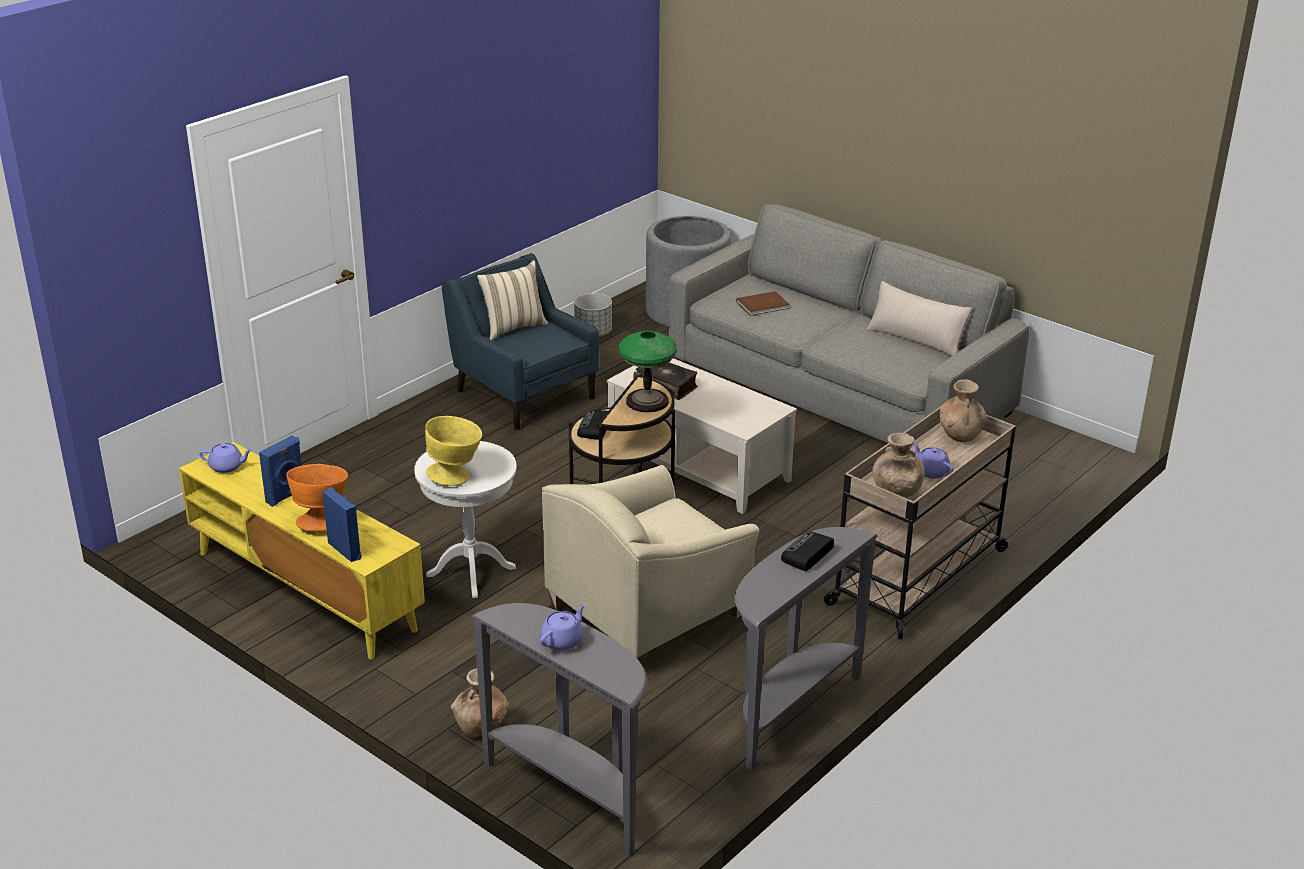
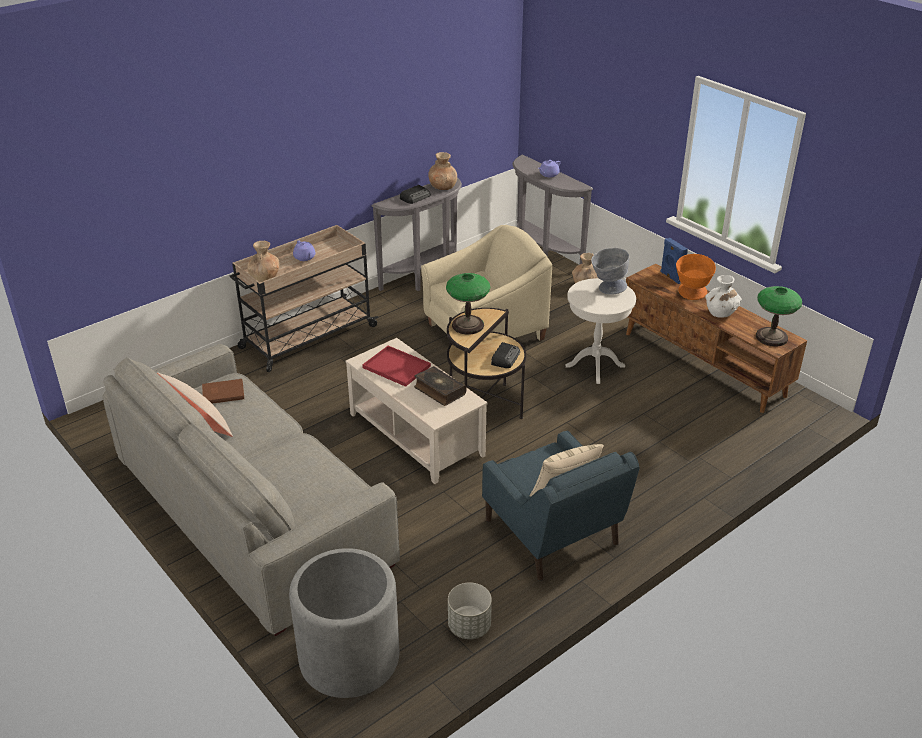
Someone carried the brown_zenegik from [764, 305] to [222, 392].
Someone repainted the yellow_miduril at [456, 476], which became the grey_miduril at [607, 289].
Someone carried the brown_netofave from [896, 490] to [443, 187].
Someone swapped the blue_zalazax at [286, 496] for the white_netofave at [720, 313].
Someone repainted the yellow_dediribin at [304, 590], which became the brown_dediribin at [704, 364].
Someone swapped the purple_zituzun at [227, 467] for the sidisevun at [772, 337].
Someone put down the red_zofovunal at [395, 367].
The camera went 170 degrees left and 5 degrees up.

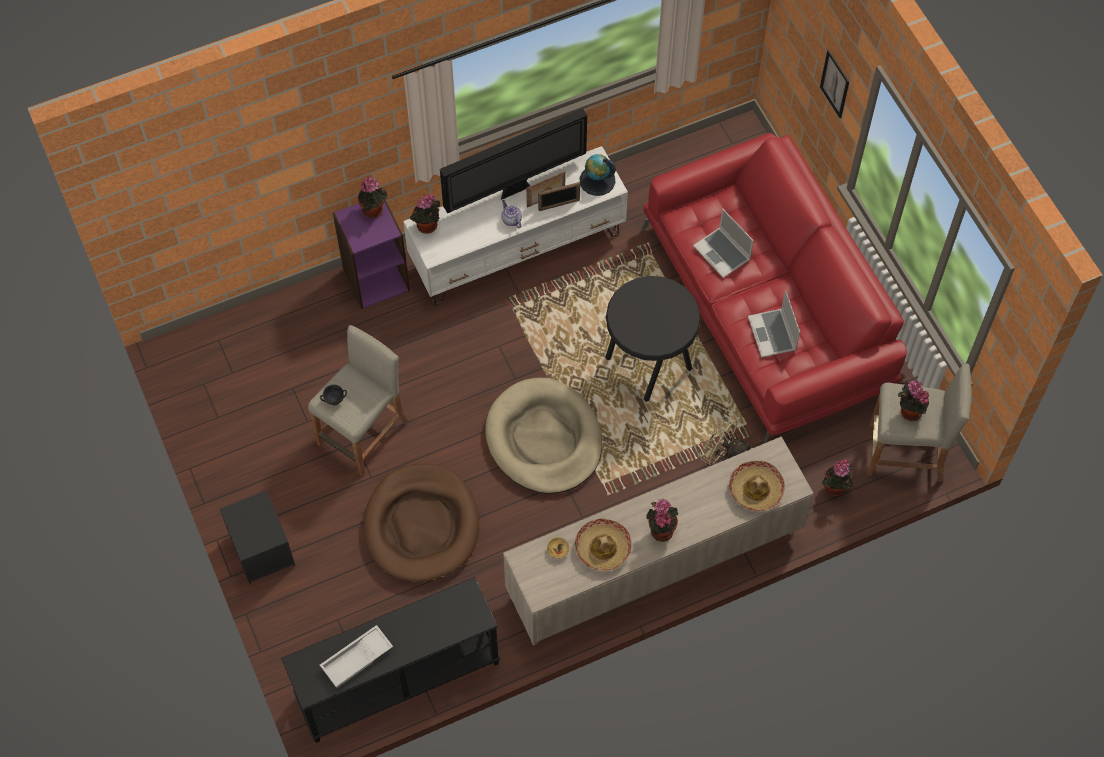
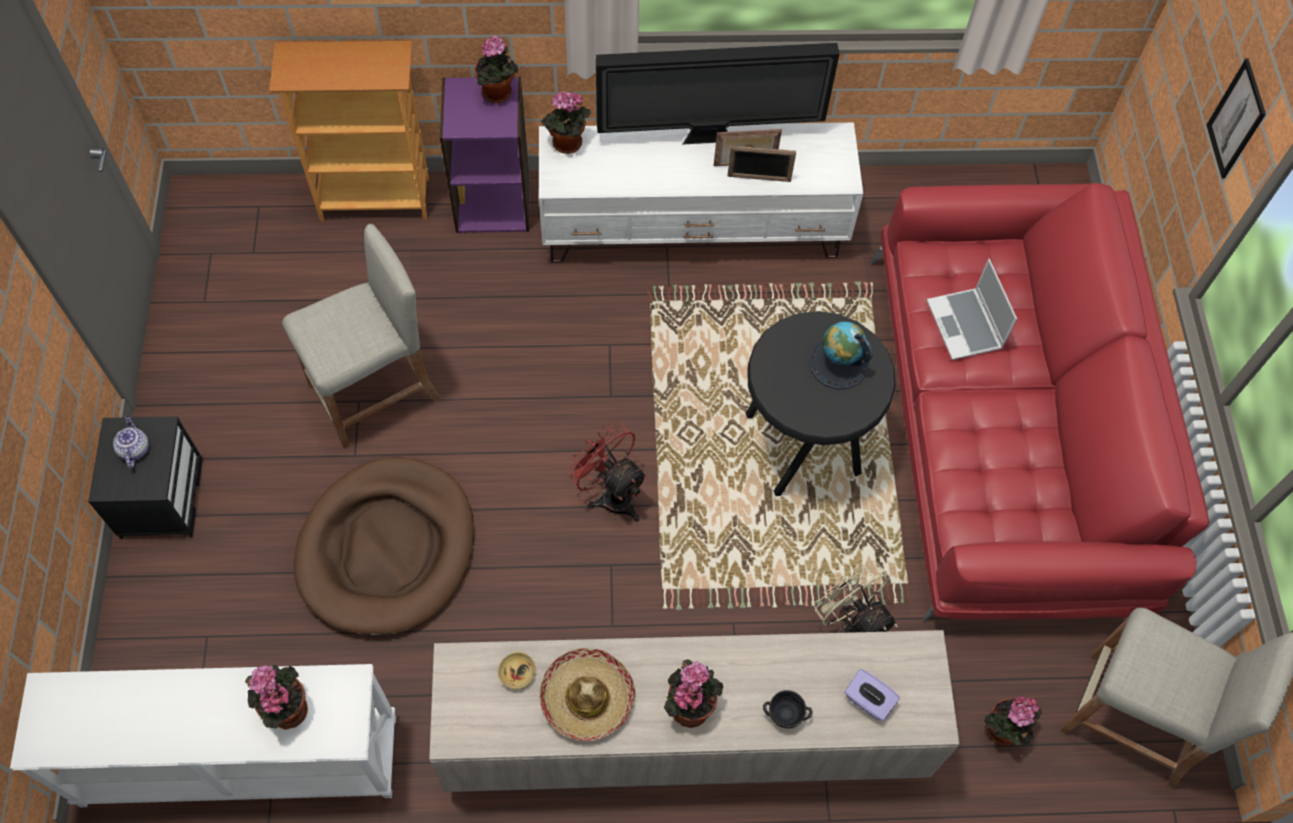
Someone carried the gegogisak from [597, 180] to [838, 363].
Someone carried the zituzun from [511, 220] to [134, 449].
Someone took away the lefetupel at [773, 334].
Someone swapped the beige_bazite at [544, 439] for the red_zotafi at [611, 493].
Someone carried the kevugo from [908, 411] to [285, 708].
Someone carried the black_miduril from [335, 400] to [785, 715].
Someone swapped the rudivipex at [756, 489] for the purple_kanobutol at [868, 700].
Someone repainted the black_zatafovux at [398, 681], which became the white_zatafovux at [239, 763].
Someone took away the white_zofovunal at [357, 660].
Someone put down the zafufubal at [375, 198].
The camera went 20 degrees right and 0 degrees up.

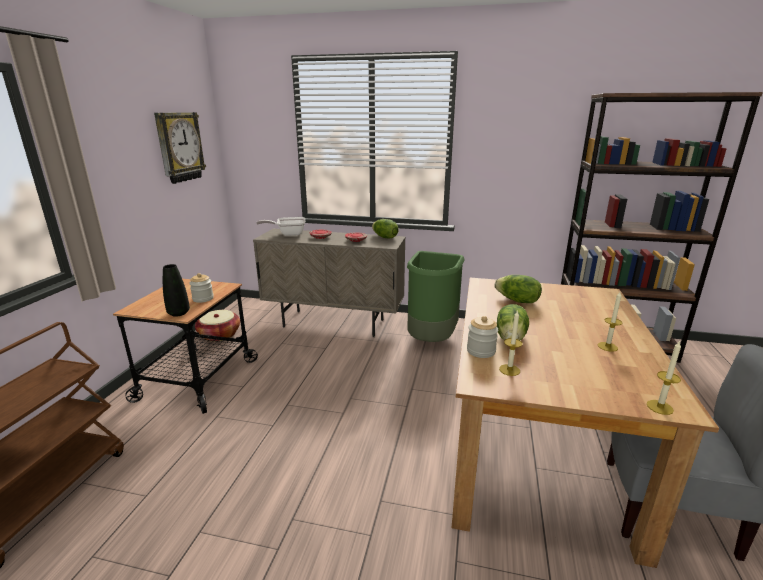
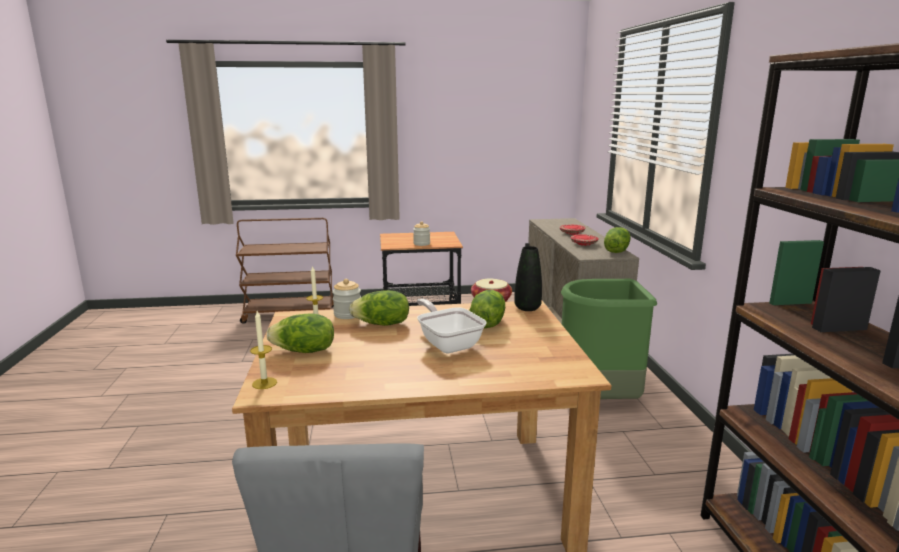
Someone took away the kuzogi at [179, 147].
Someone carried the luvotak from [288, 234] to [448, 343].
Someone carried the black_netofave from [178, 313] to [527, 308].
Someone took away the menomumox at [607, 346].
Someone put down the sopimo at [304, 351].
The camera went 70 degrees right and 5 degrees down.

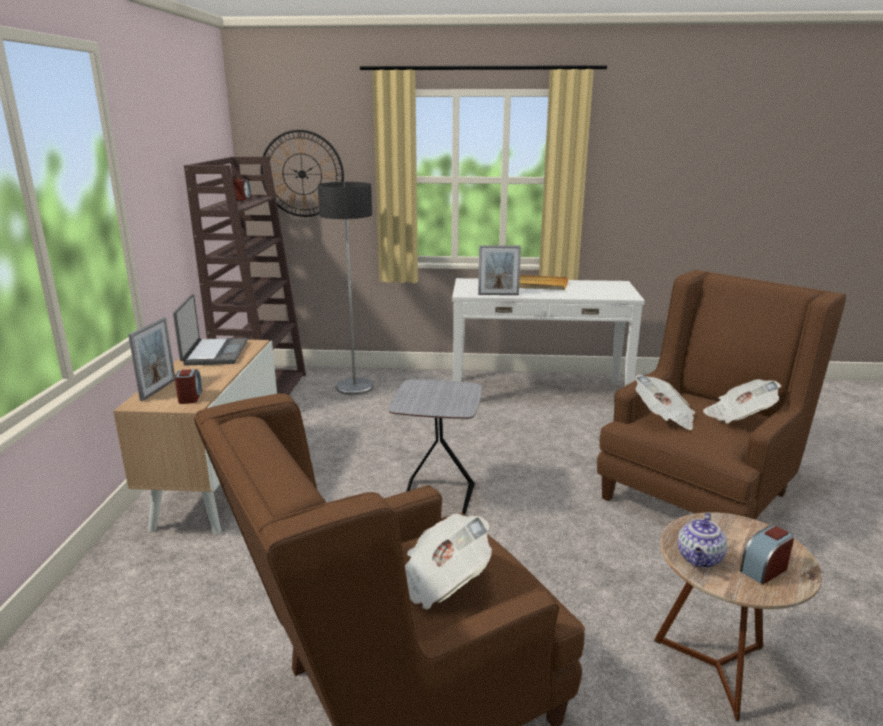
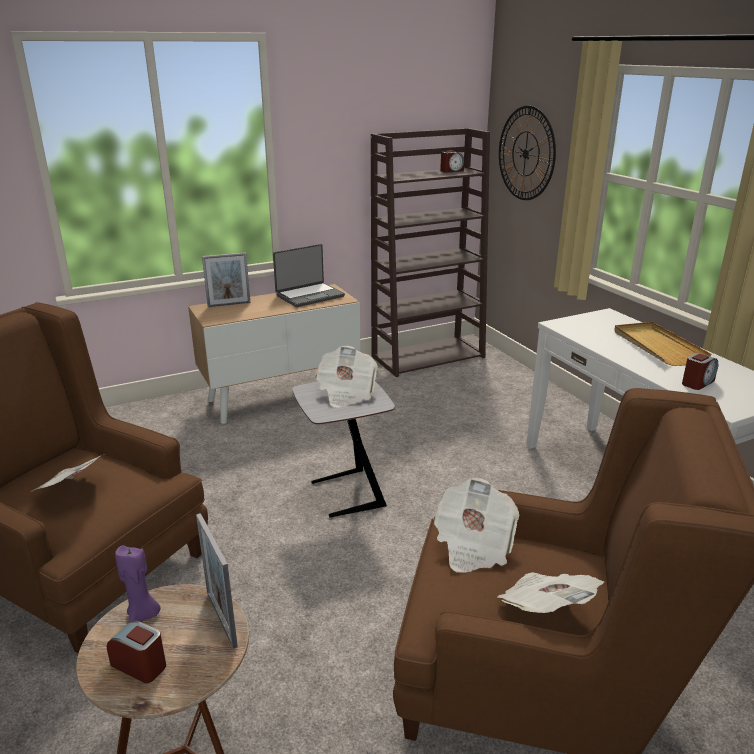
Someone took away the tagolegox at [354, 387].
Someone carried the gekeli from [498, 294] to [221, 619].
Someone carried the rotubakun from [190, 397] to [697, 383].
Someone swapped the zituzun at [700, 559] for the purple_menomumox at [143, 615].
Someone put down the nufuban at [346, 392].
The camera went 60 degrees right and 5 degrees up.

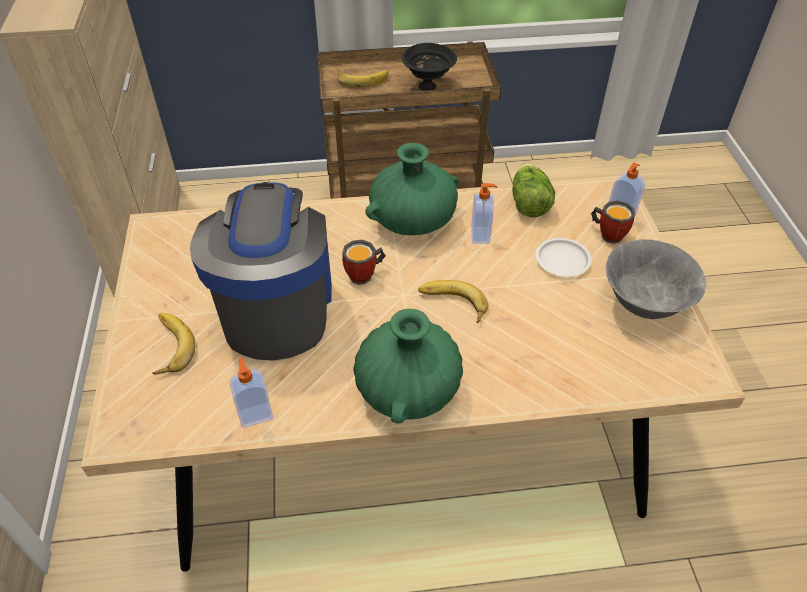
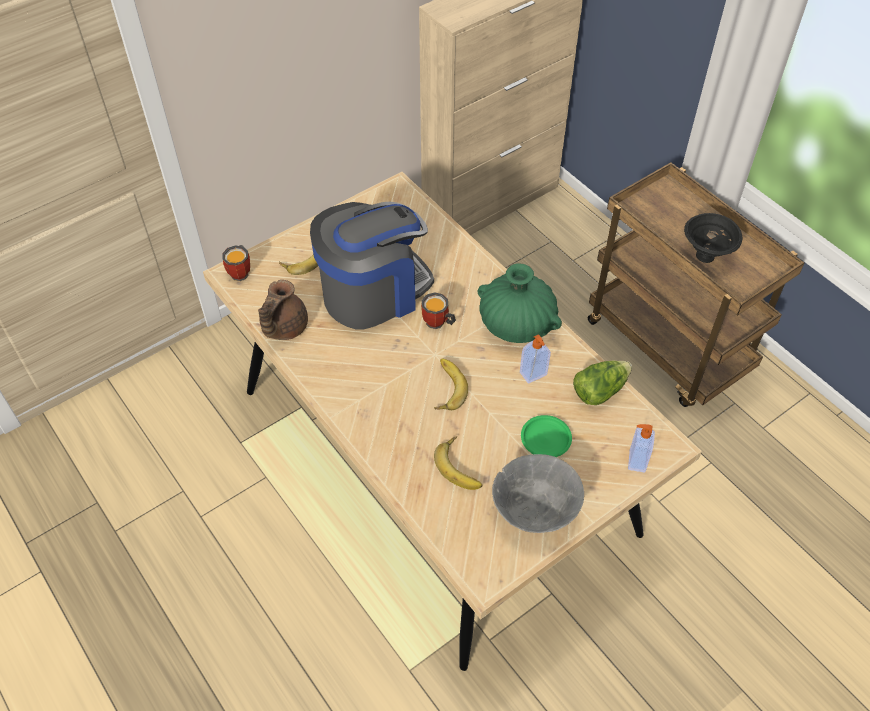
Someone carried the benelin from [362, 78] to [461, 466].
Someone carried the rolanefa from [608, 233] to [242, 272].
Someone repainted the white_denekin at [563, 260], which became the green_denekin at [546, 439].
Someone took away the green_netofave at [408, 389].
Someone swapped the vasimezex at [255, 414] for the brown_zituzun at [283, 328].
The camera went 60 degrees right and 5 degrees up.

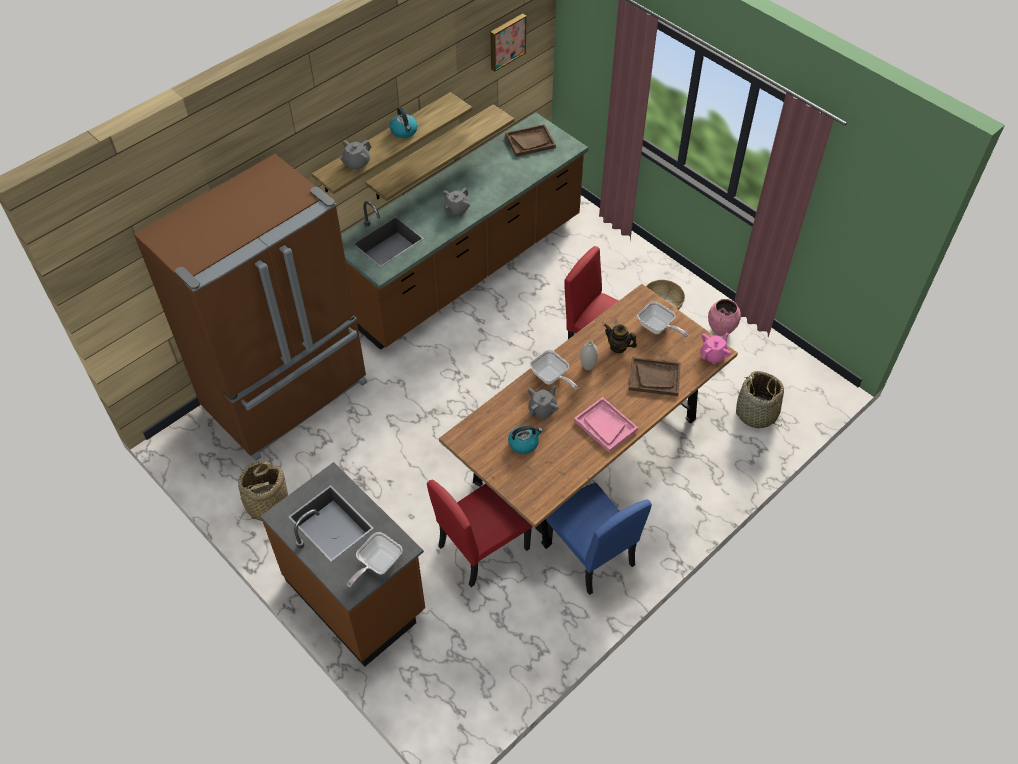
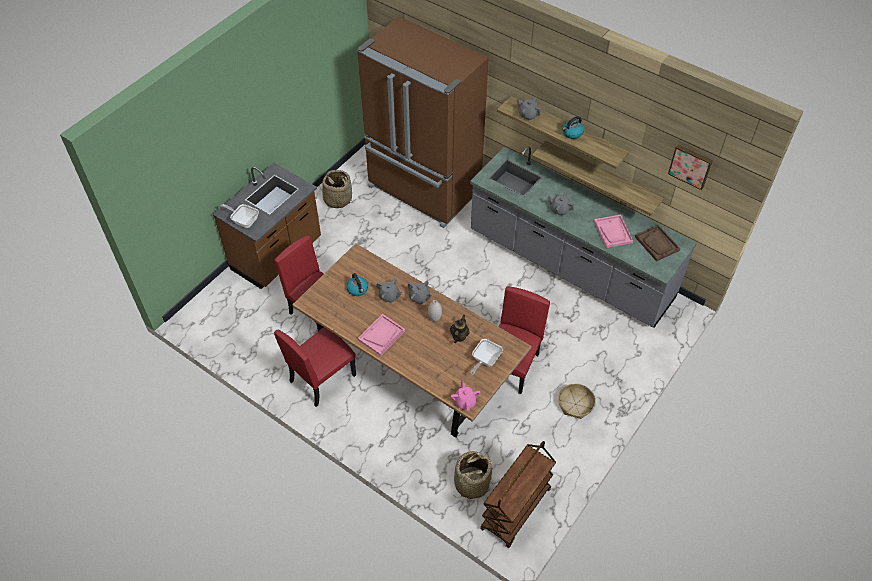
Someone repainted the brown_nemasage at [466, 268], which became the grey_nemasage at [570, 266].
Someone took away the pink_netofave at [721, 330].
Someone rotated the pink_zituzun at [713, 355] by 135 degrees counterclockwise.
Someone swapped the luvotak at [551, 378] for the grey_zituzun at [419, 298].
Someone took away the brown_zofovunal at [654, 377].
Someone repainted the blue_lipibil at [589, 553], which became the red_lipibil at [322, 378].
Someone put down the pink_zofovunal at [613, 232].
Someone put down the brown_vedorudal at [516, 510].
The camera went 80 degrees right and 0 degrees up.

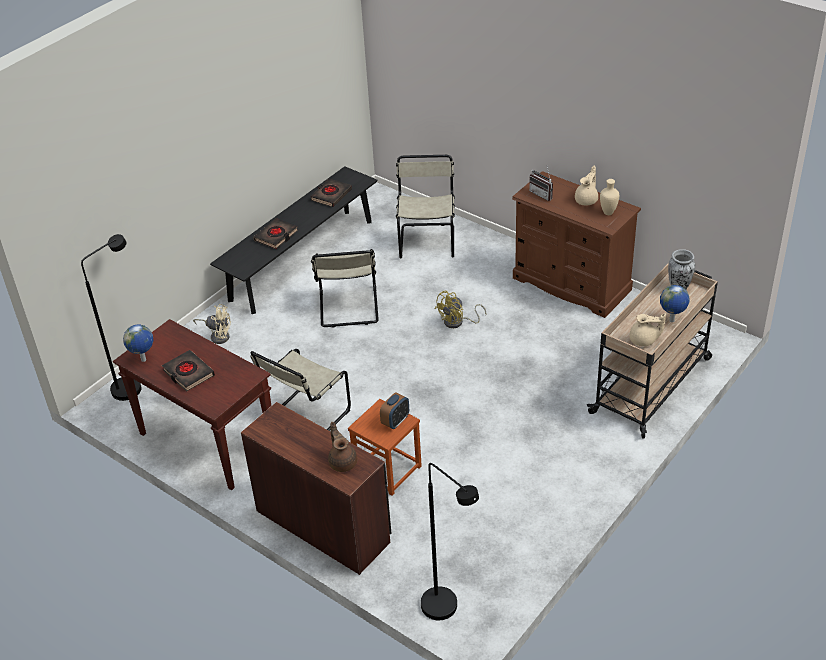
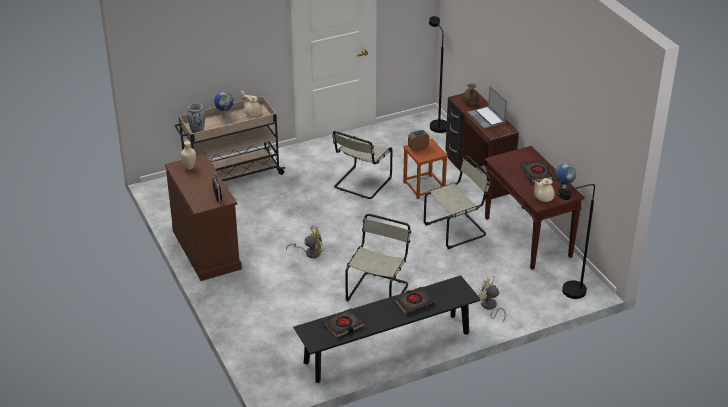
Someone carried the beige_lipibil from [427, 240] to [361, 184].
Someone carried the beige_zituzun from [587, 200] to [543, 198].
Someone put down the lefetupel at [487, 118].
The camera went 155 degrees left and 5 degrees down.

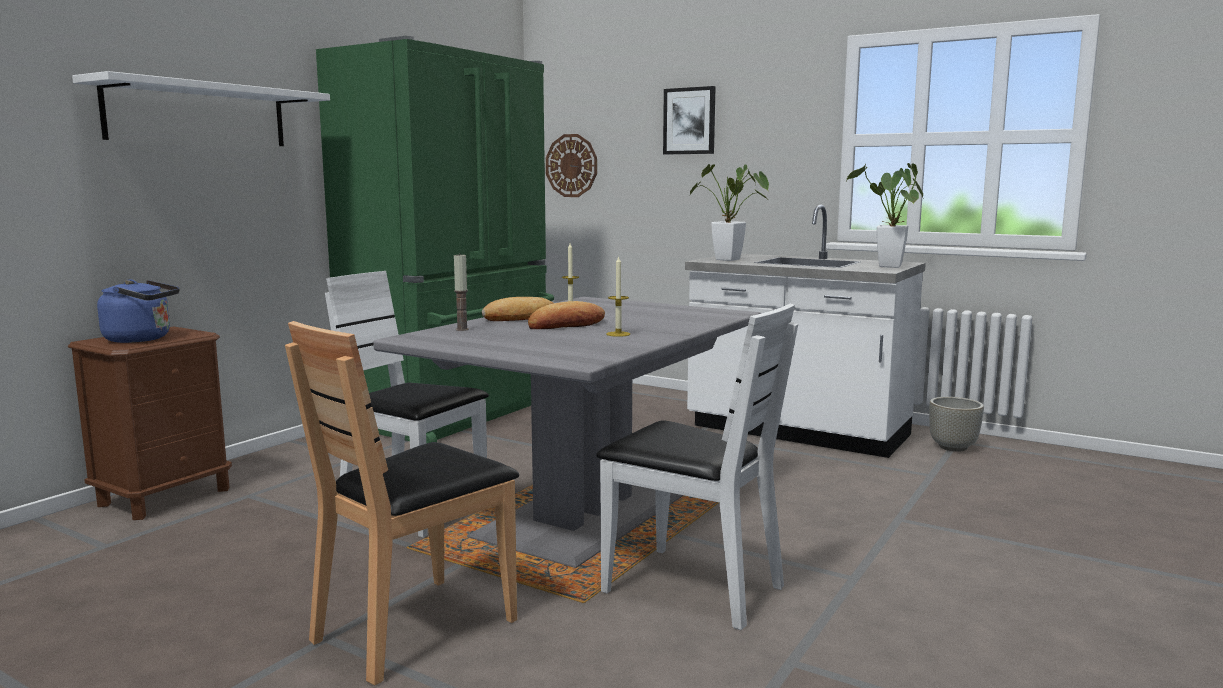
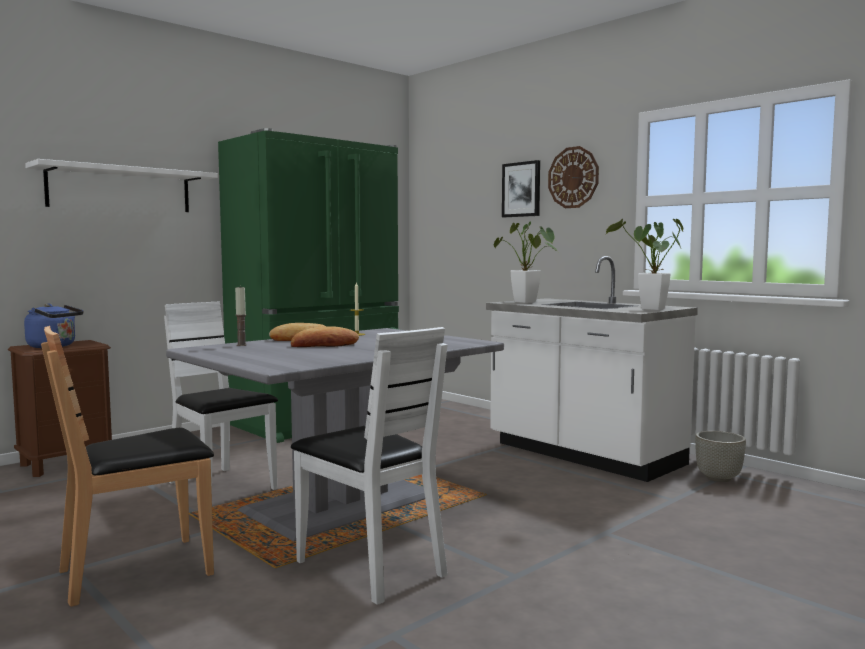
Someone carried the kuzogi from [571, 165] to [573, 177].
Someone took away the menomumox at [618, 334].
The camera went 15 degrees right and 5 degrees down.

